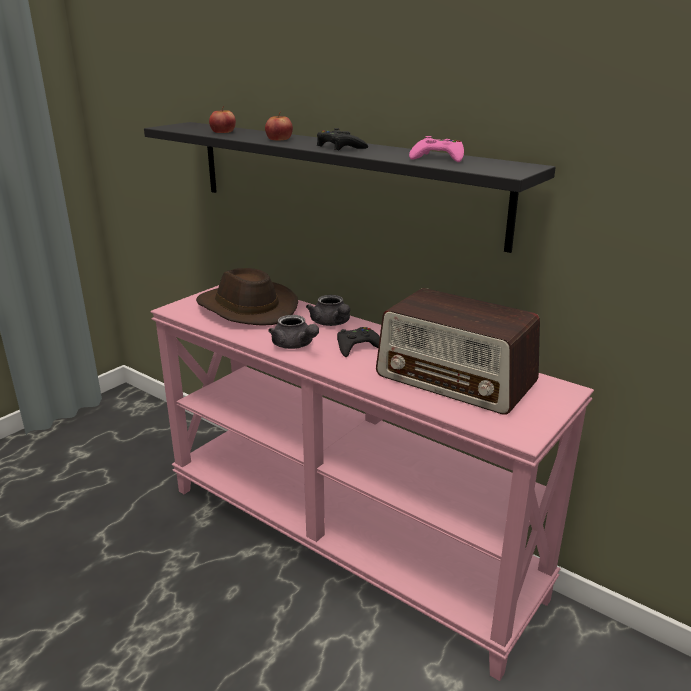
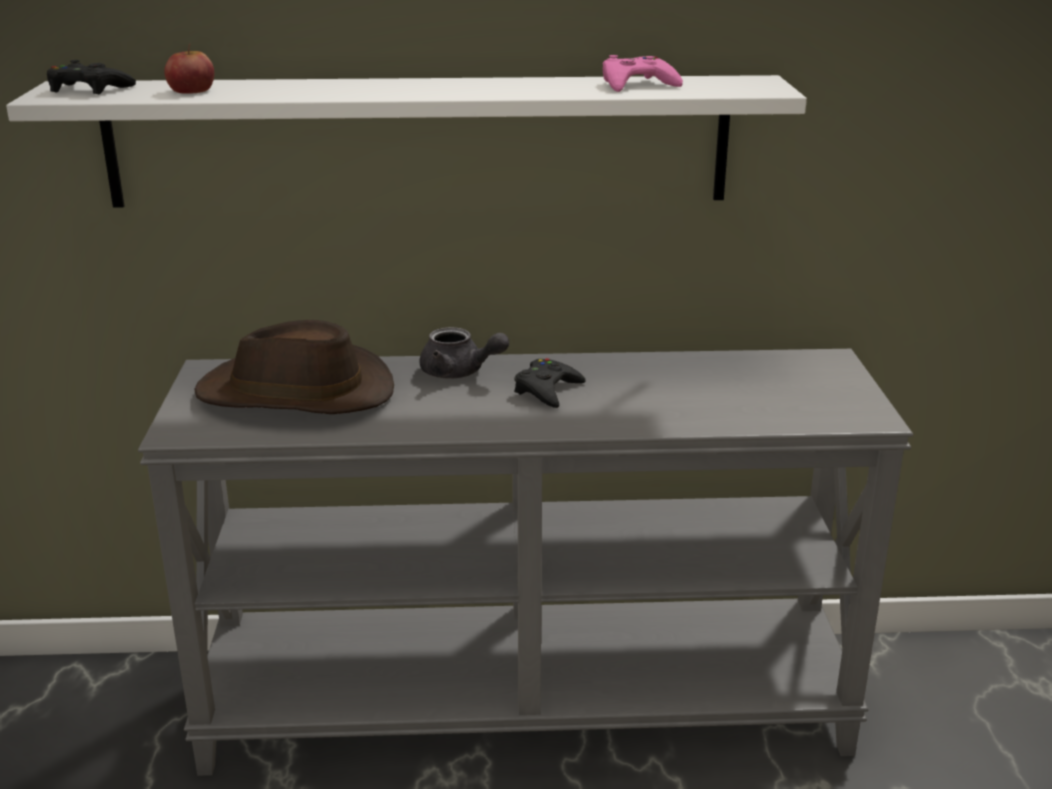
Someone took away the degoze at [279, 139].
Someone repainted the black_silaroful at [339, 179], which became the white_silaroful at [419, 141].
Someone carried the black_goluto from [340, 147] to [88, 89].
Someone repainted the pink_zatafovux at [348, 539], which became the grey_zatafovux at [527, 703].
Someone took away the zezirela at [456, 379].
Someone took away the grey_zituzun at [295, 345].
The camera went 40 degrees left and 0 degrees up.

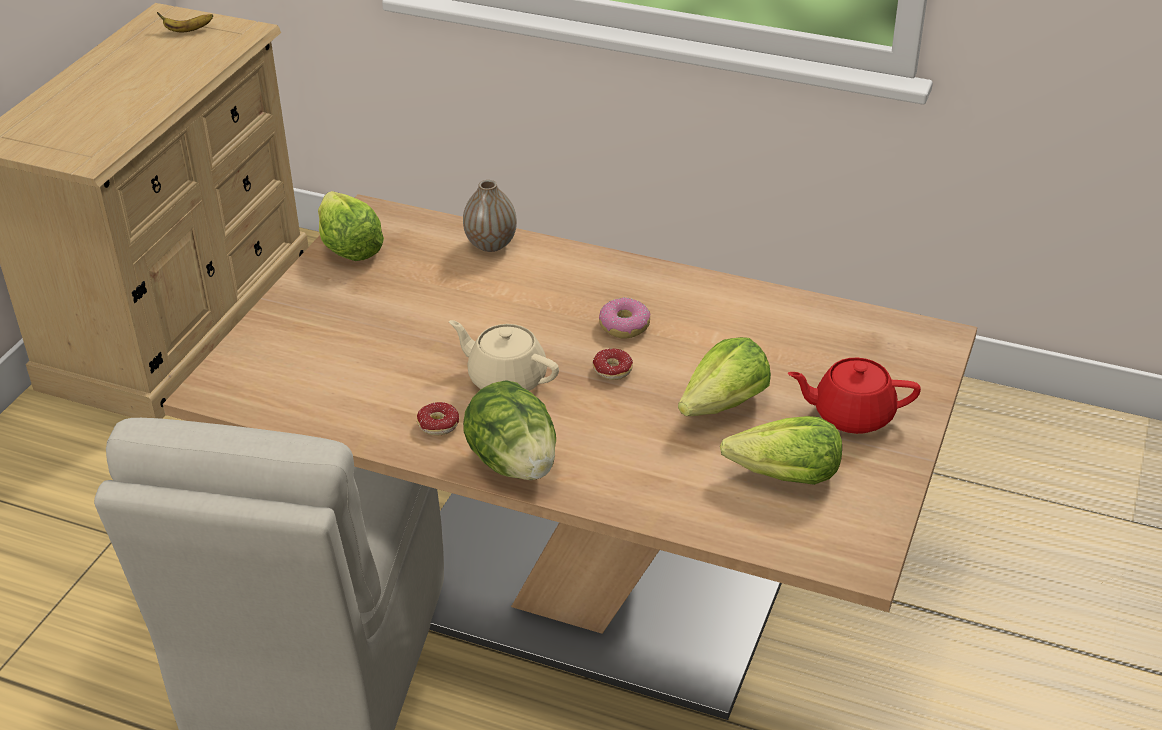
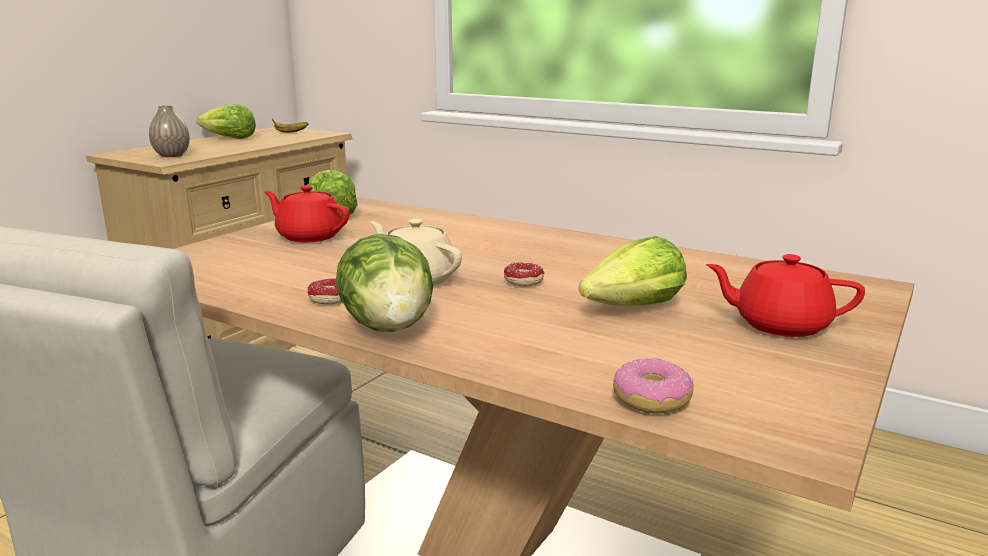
Someone carried the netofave from [491, 244] to [172, 155].
Someone carried the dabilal from [624, 326] to [651, 398].
Someone carried the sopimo from [785, 476] to [228, 138].
Someone put down the red_zituzun at [309, 236].
The camera went 10 degrees right and 20 degrees down.

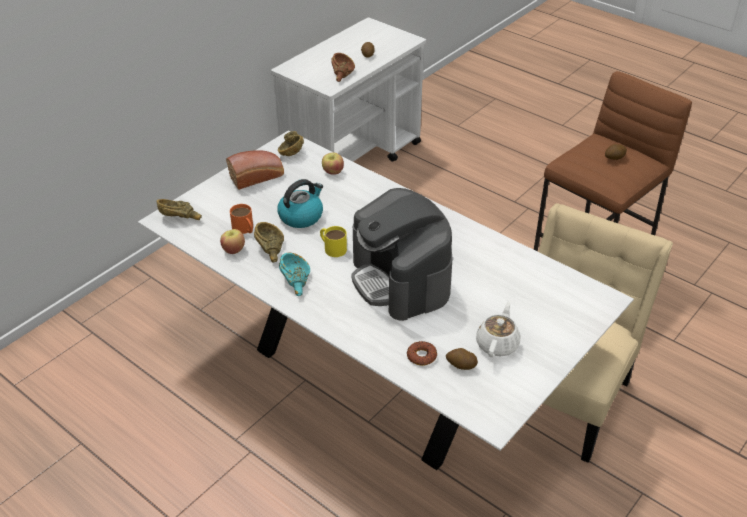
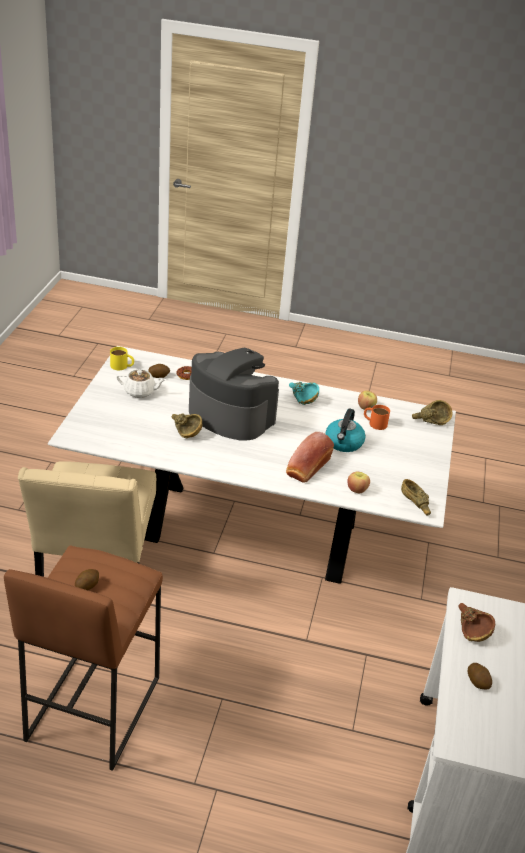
Someone carried the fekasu from [257, 177] to [307, 468].
Someone carried the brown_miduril from [272, 249] to [184, 430].
Someone carried the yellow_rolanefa from [332, 247] to [122, 366].
Someone rotated the white_zituzun at [497, 344] by 75 degrees counterclockwise.
The camera went 150 degrees right and 5 degrees down.

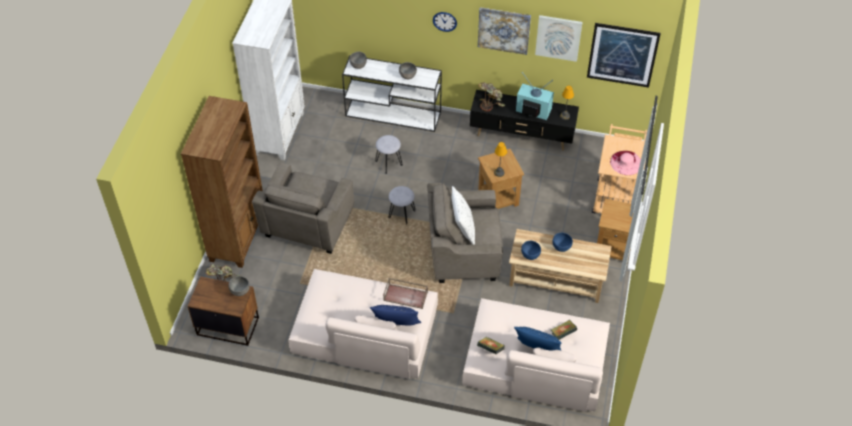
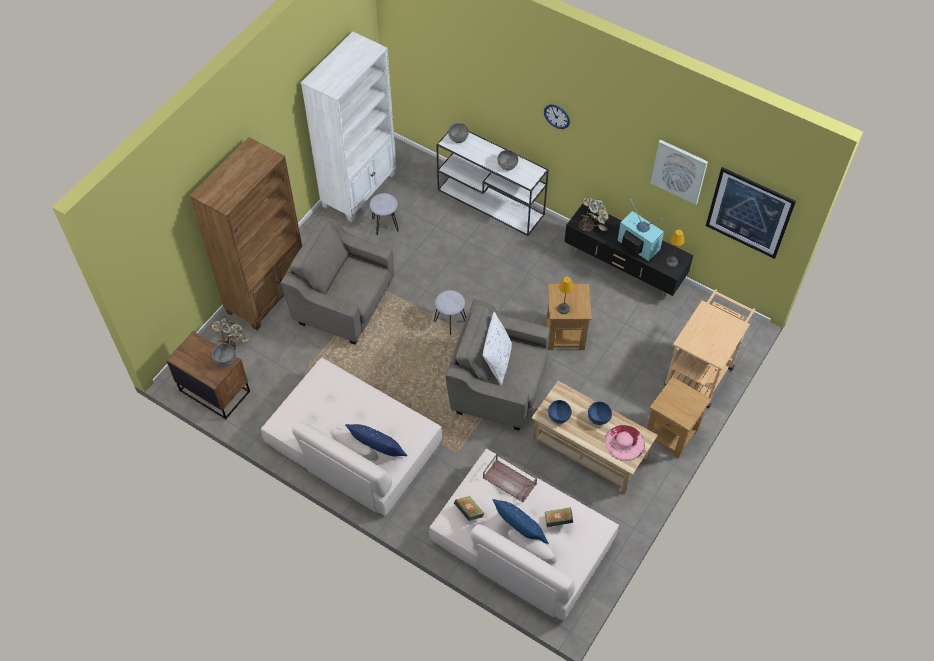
Someone took away the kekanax at [504, 30].
Someone carried the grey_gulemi from [389, 163] to [385, 224].
Someone carried the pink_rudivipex from [626, 162] to [624, 442].
Someone rotated the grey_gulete at [307, 225] by 75 degrees clockwise.
Someone carried the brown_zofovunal from [406, 296] to [510, 480].
The camera went 20 degrees right and 5 degrees up.

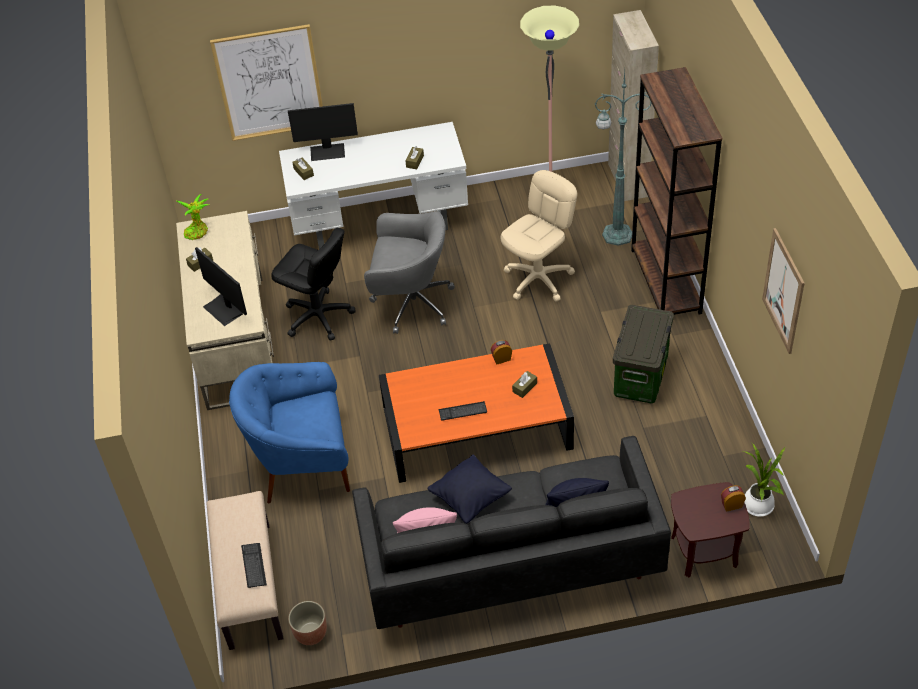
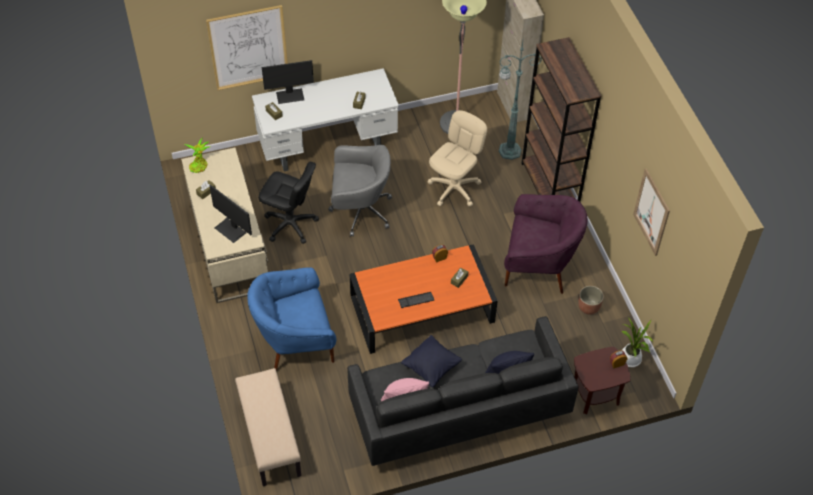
Someone swapped the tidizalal at [641, 377] for the purple_gulete at [538, 264].
Someone took away the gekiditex at [254, 566].
Someone carried the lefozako from [310, 633] to [588, 307].
The camera went 10 degrees left and 5 degrees up.

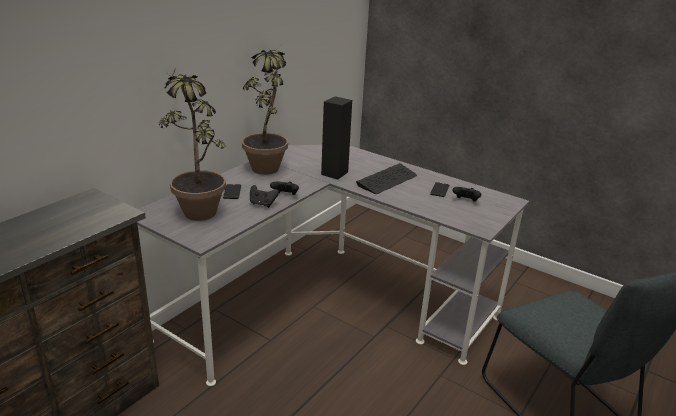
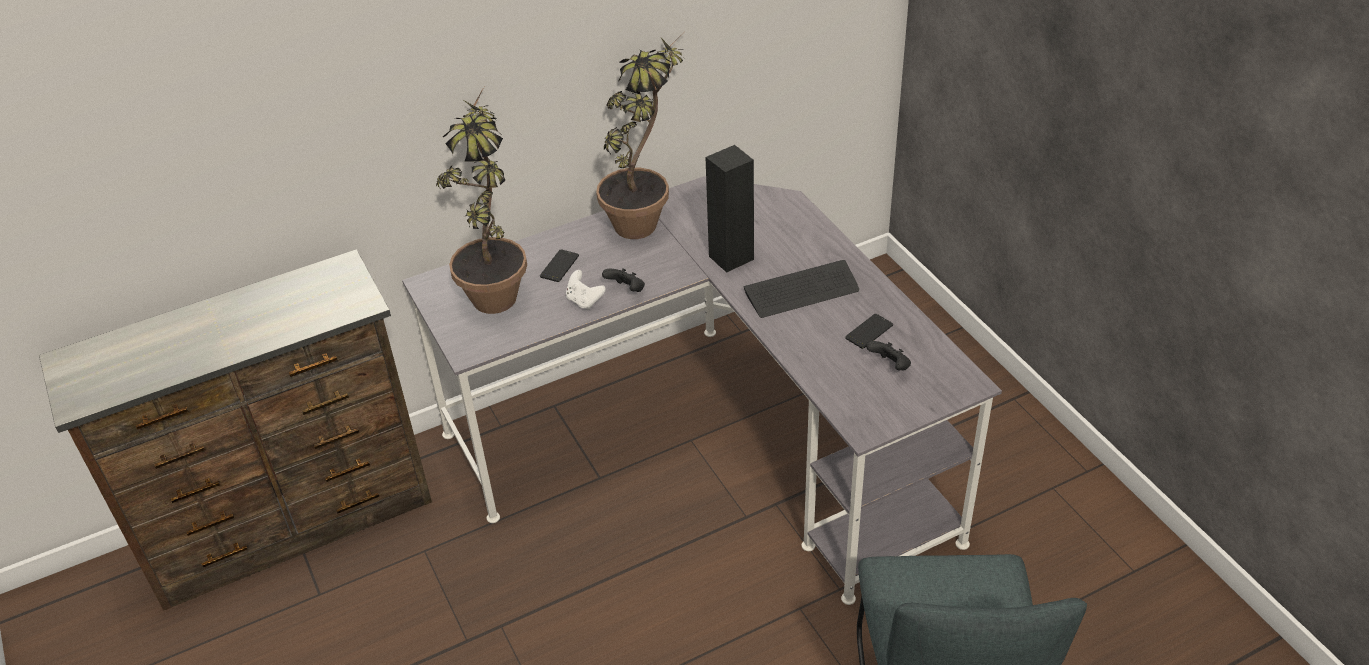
Someone repainted the black_goluto at [262, 204], which became the white_goluto at [584, 301].
The camera went 30 degrees right and 15 degrees up.

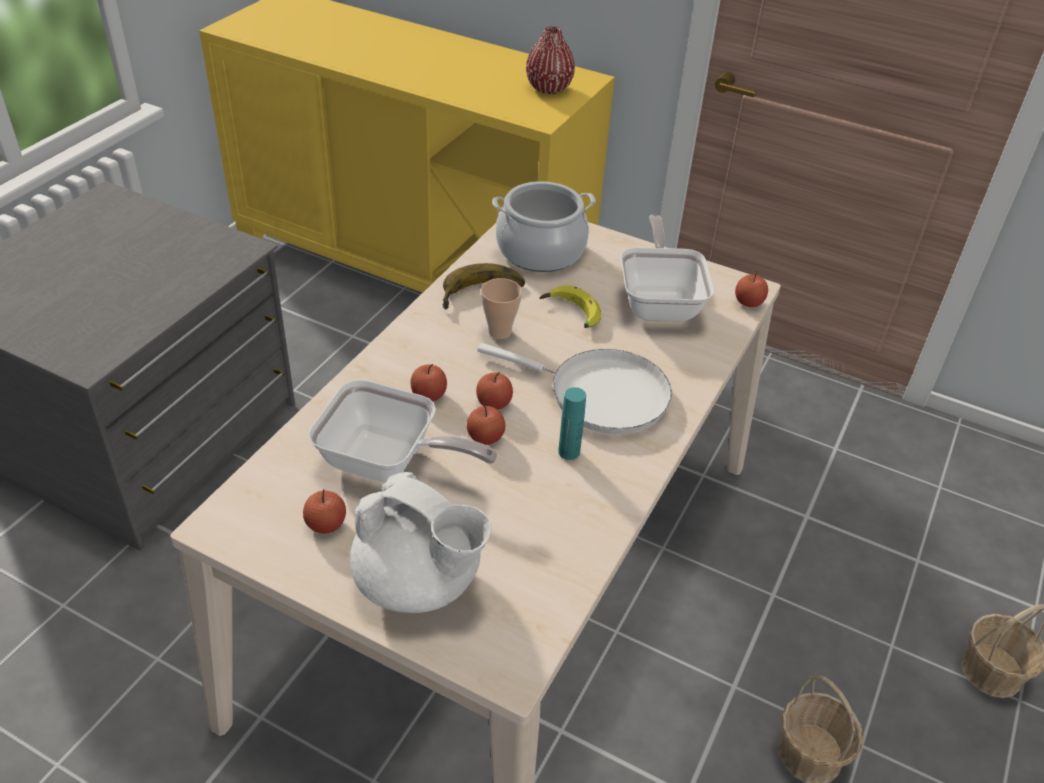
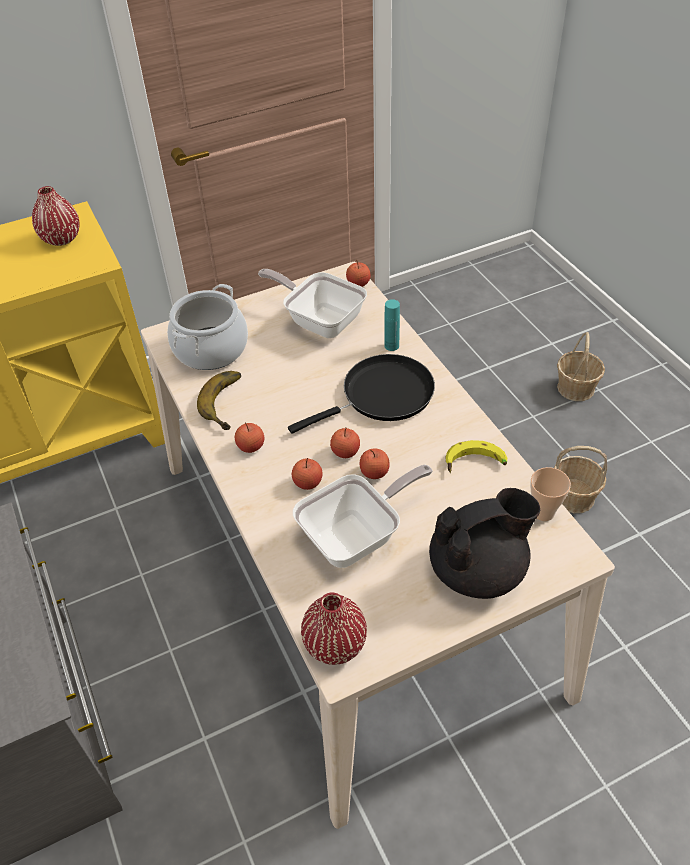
Someone carried the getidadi from [499, 332] to [543, 512].
Someone carried the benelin from [570, 314] to [475, 464].
Someone repainted the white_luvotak at [600, 395], which became the black_luvotak at [382, 395].
Someone carried the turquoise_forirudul from [569, 452] to [391, 346].
Someone repainted the white_zituzun at [419, 582], which became the black_zituzun at [478, 570].
Someone carried the degoze from [326, 524] to [251, 446].
Someone put down the red_netofave at [335, 644].
The camera went 50 degrees left and 5 degrees up.

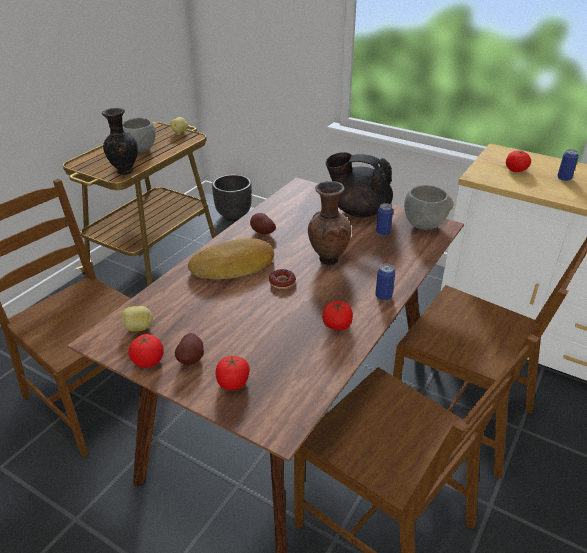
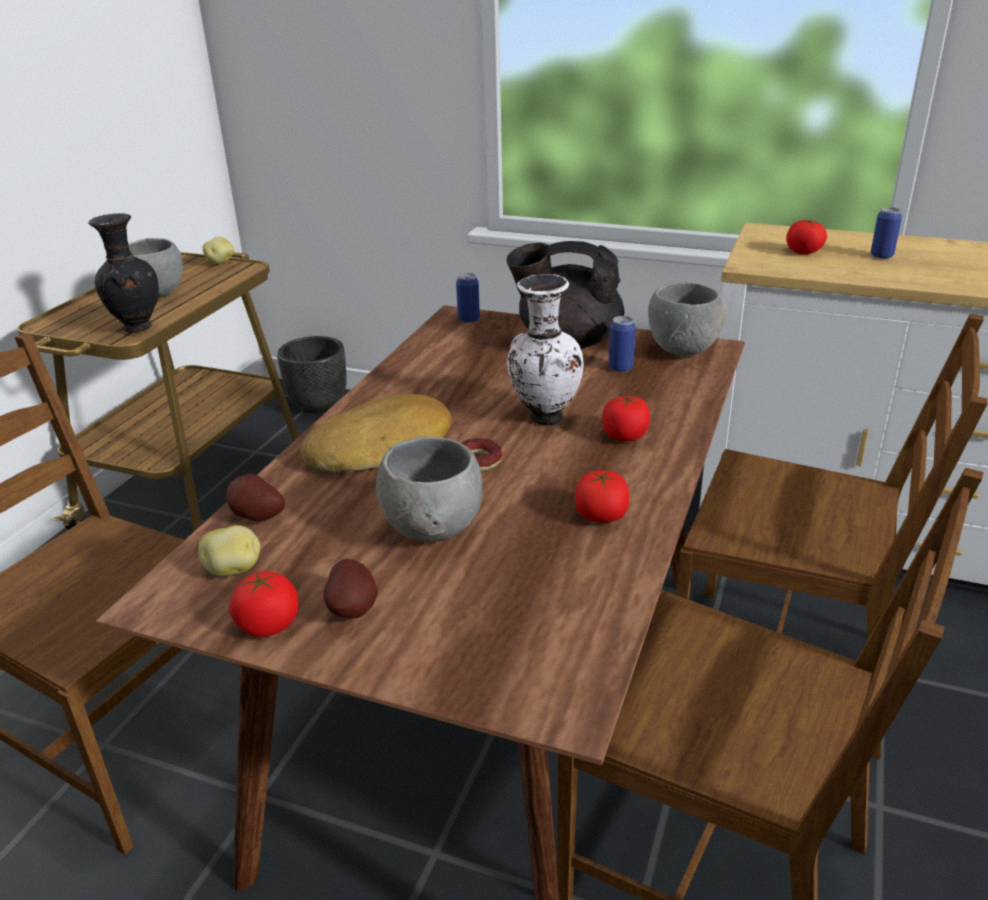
Someone repainted the brown_netofave at [327, 259], which became the white_netofave at [543, 417].
Someone carried the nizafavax from [261, 233] to [255, 518].
Someone carried the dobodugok from [383, 296] to [468, 319].
Someone carried the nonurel from [233, 383] to [625, 436].
Someone put down the grey_miduril at [432, 533].
The camera went 10 degrees left and 5 degrees down.

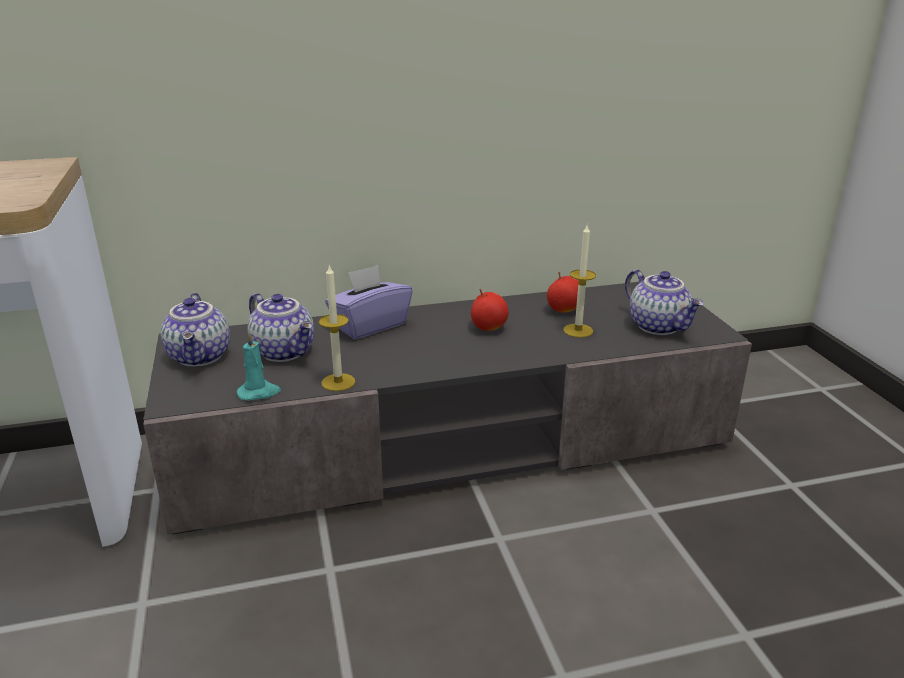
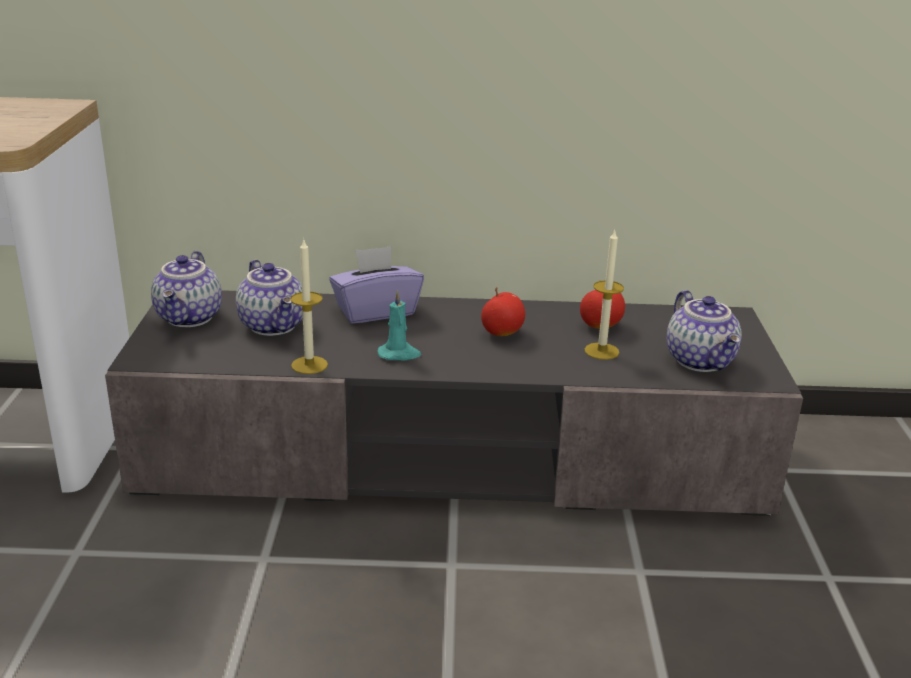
Someone carried the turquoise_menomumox from [259, 392] to [399, 354].
The camera went 15 degrees right and 0 degrees up.

